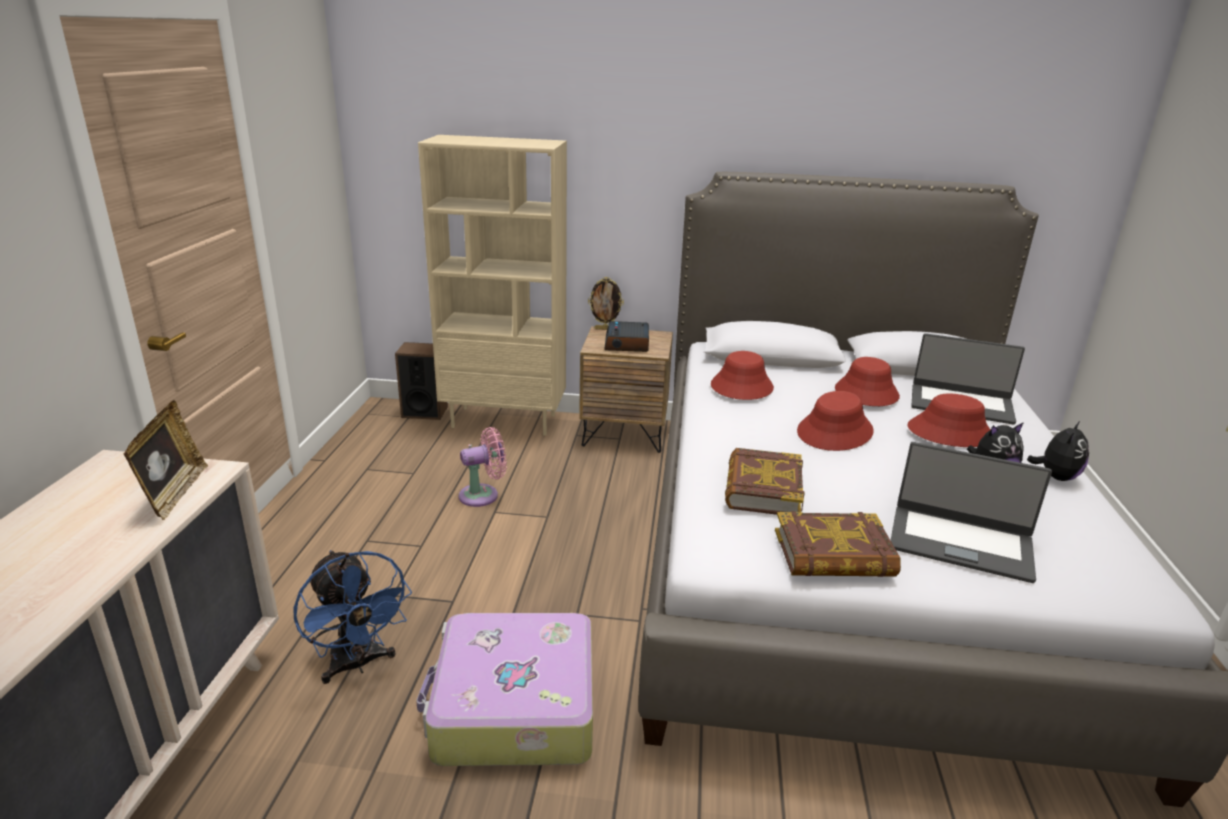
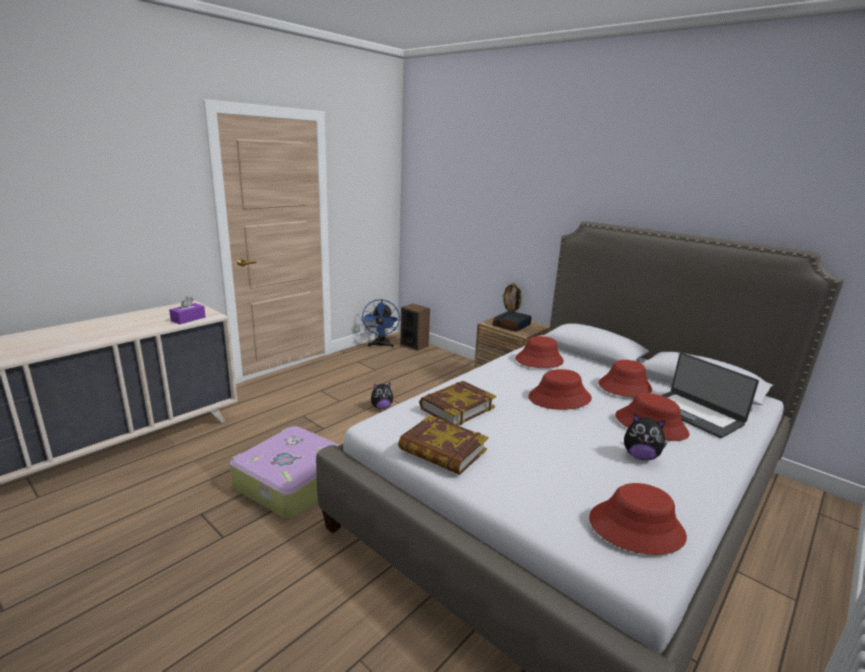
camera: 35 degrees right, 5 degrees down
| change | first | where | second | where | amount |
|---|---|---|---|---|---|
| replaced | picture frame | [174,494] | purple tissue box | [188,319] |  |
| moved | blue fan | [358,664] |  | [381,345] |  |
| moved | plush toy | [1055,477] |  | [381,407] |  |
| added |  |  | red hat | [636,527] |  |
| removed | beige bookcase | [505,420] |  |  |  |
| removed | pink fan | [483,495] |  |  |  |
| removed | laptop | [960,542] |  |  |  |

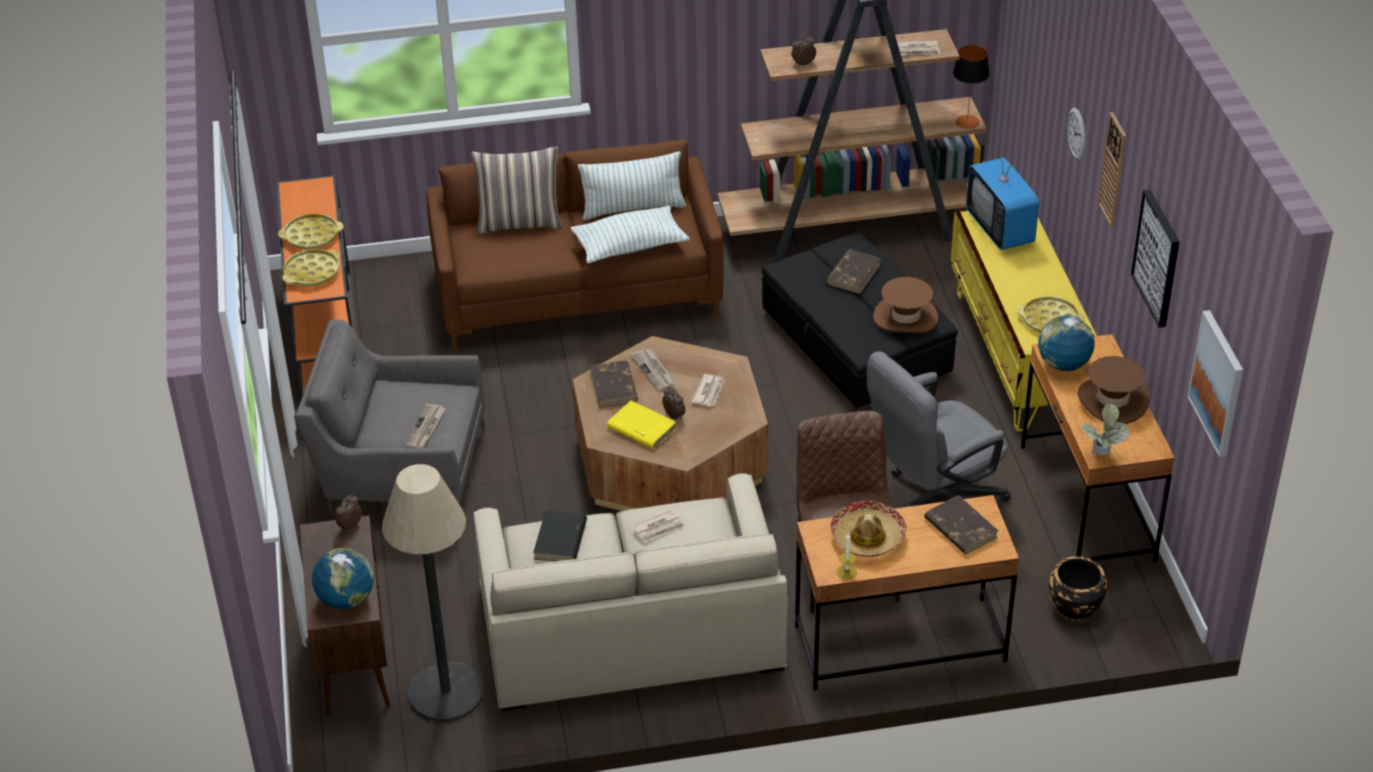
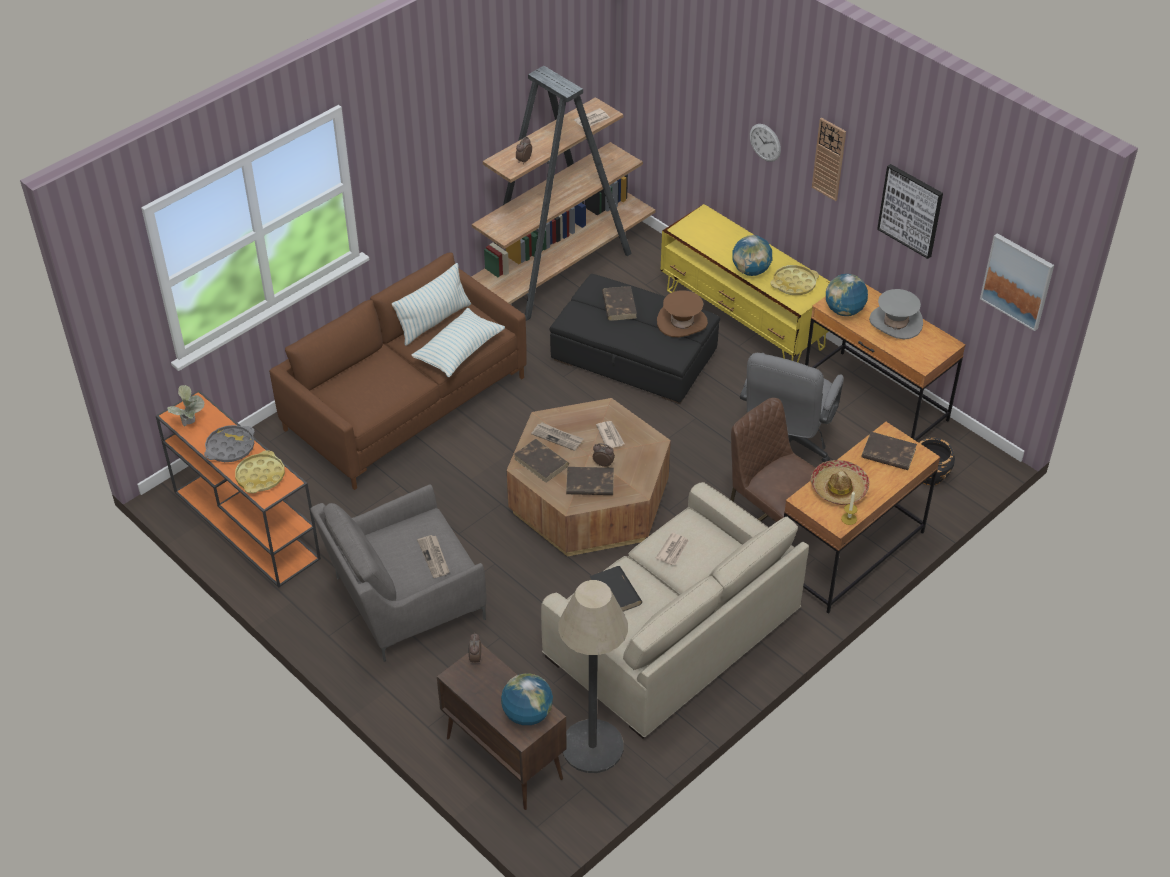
camera: 35 degrees left, 5 degrees up
| change | first | where | second | where | amount |
|---|---|---|---|---|---|
| moved | potted plant | [1102,456] |  | [191,424] |  |
| recoloured | yellow tray | [311,236] | grey tray | [230,447] |  |
| recoloured | yellow book | [641,428] | brown book | [589,484] |  |
| added |  |  | globe | [751,271] |  |
| recoloured | brown hat | [1112,401] | grey hat | [896,322] |  |
| removed | pillow | [519,222] |  |  |  |
| removed | table lamp | [967,122] |  |  |  |
| removed | television | [1000,229] |  |  |  |

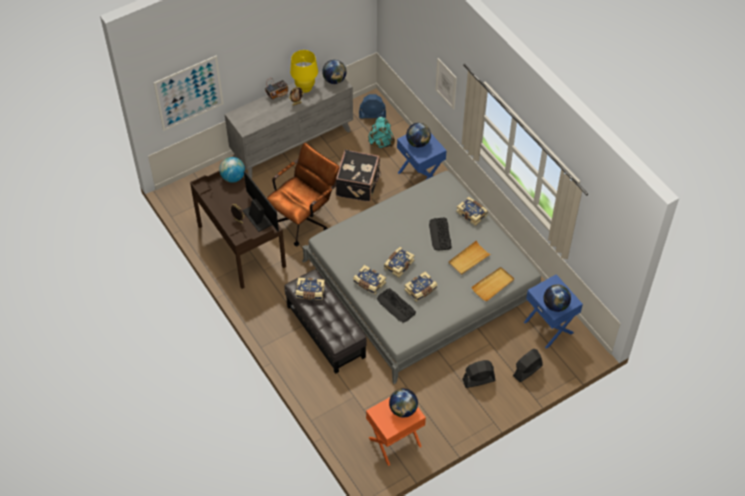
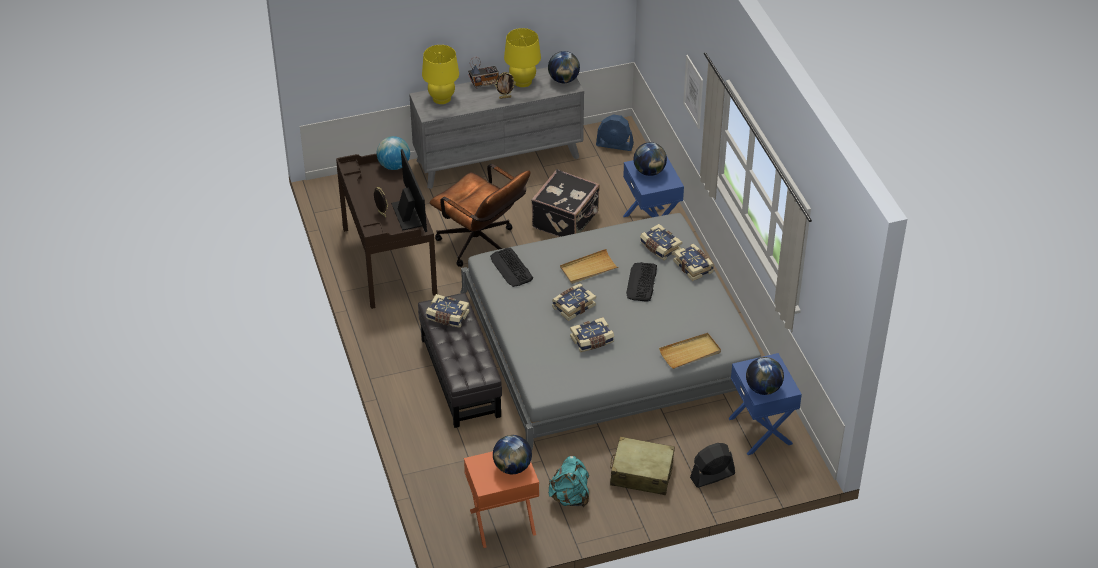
camera: 15 degrees right, 10 degrees down
| change | first | where | second | where | amount |
|---|---|---|---|---|---|
| added |  |  | yellow table lamp | [441,98] |  |
| turned | brown office chair | [304,219] |  | [481,246] | 75 degrees clockwise |
| moved | keyboard | [396,306] |  | [511,268] |  |
| moved | turquoise backpack | [381,142] |  | [570,497] |  |
| moved | beige tray | [469,259] |  | [588,268] |  |
| replaced | black fan | [478,380] | beige suitcase | [641,473] |  |
| moved | book | [369,283] |  | [659,248] |  |
| removed | picture | [189,93] |  |  |  |

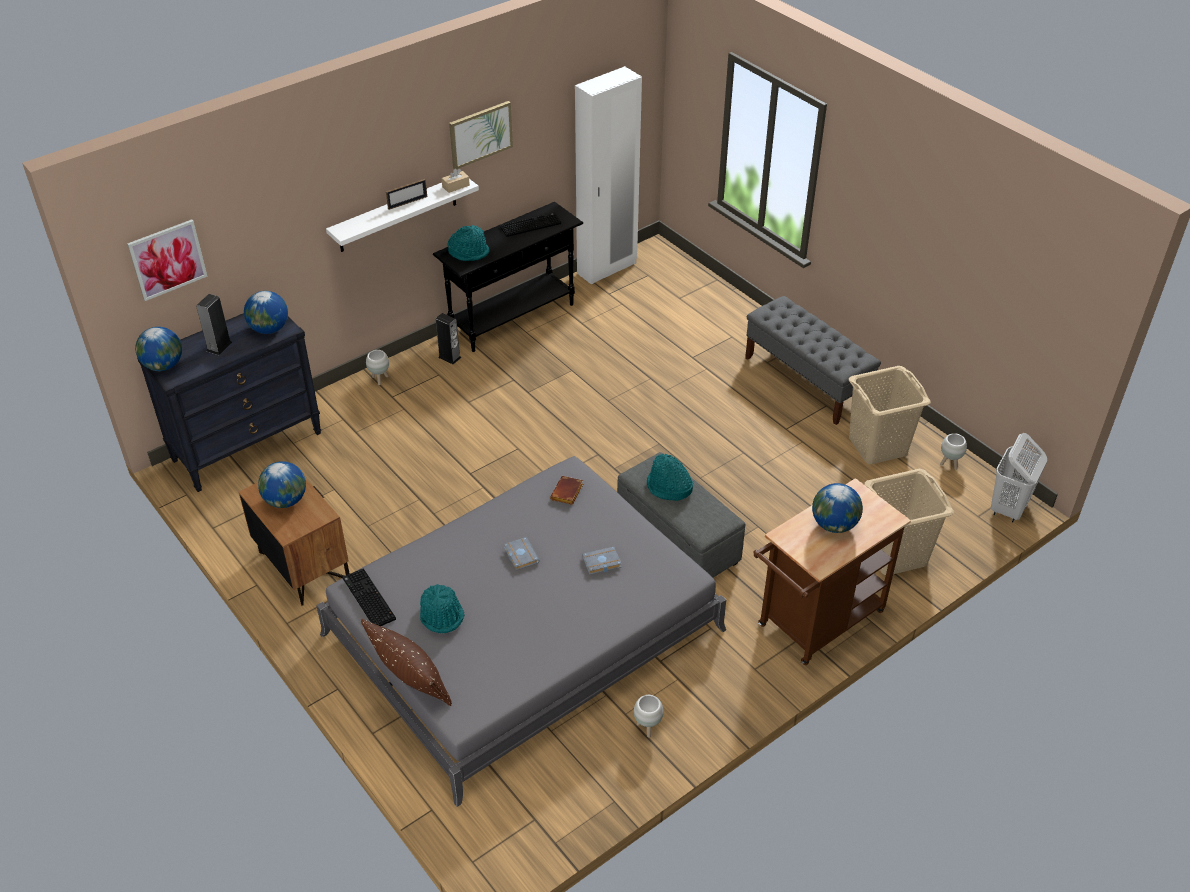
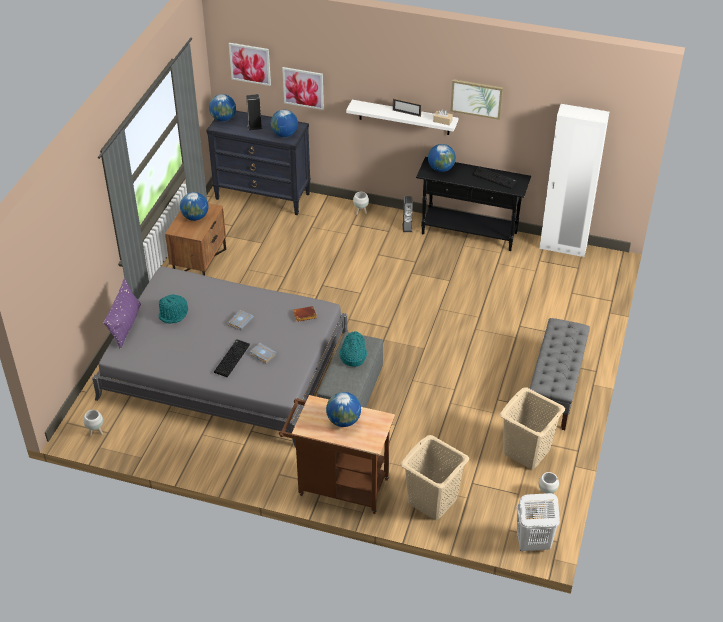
camera: 55 degrees right, 0 degrees up
| change | first | where | second | where | amount |
|---|---|---|---|---|---|
| moved | white planter | [647,728] |  | [95,432] |  |
| recoloured | brown pillow | [410,678] | purple pillow | [125,325] |  |
| moved | keyboard | [367,599] |  | [231,358] |  |
| added |  |  | picture | [303,88] |  |
| replaced | turquoise hat | [469,252] | globe | [441,169] |  |

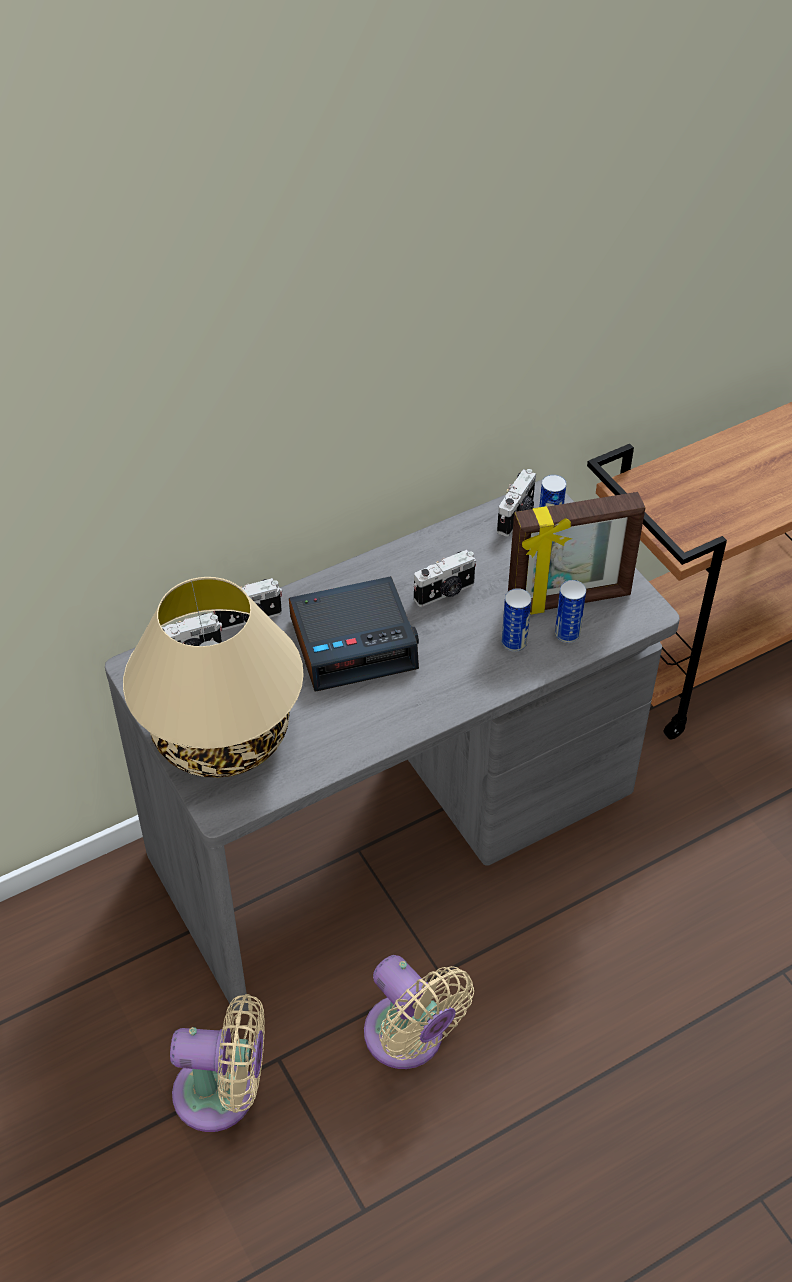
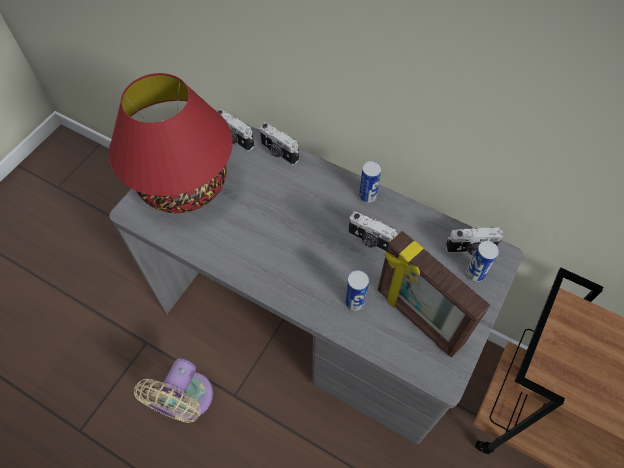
camera: 60 degrees right, 10 degrees up
| change | first | where | second | where | amount |
|---|---|---|---|---|---|
| recoloured | beige table lamp | [222,735] | red table lamp | [184,184] |  |
| moved | can | [567,634] |  | [367,196] |  |
| removed | beige fan | [223,1094] |  |  |  |
| removed | alarm clock | [354,642] |  |  |  |

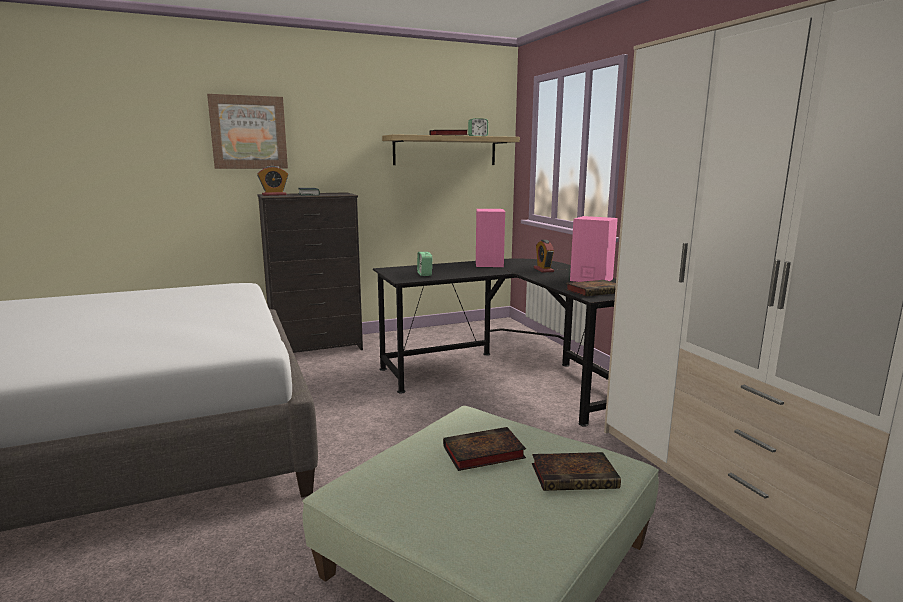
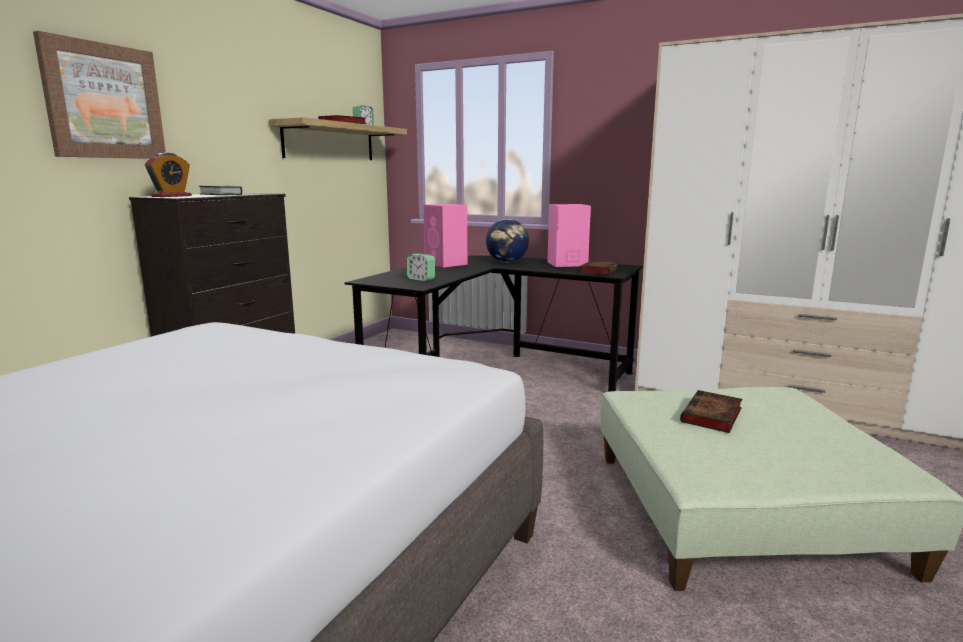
camera: 40 degrees left, 0 degrees up
| change | first | where | second | where | amount |
|---|---|---|---|---|---|
| replaced | alarm clock | [543,270] | globe | [507,262] |  |
| removed | book | [576,476] |  |  |  |

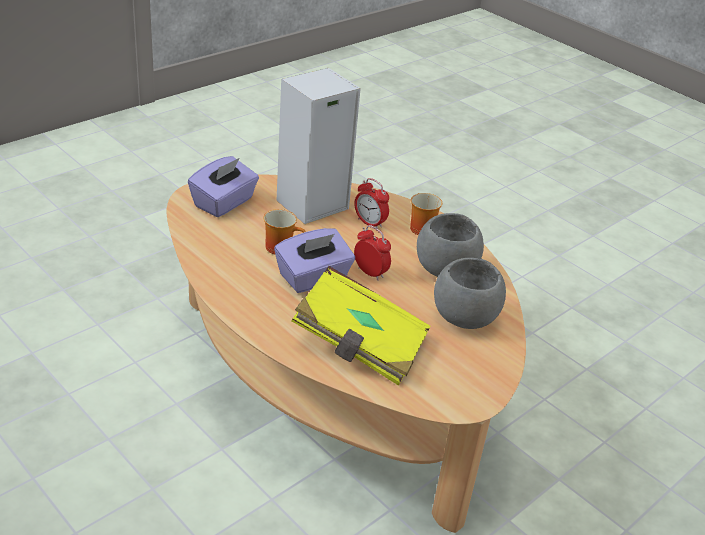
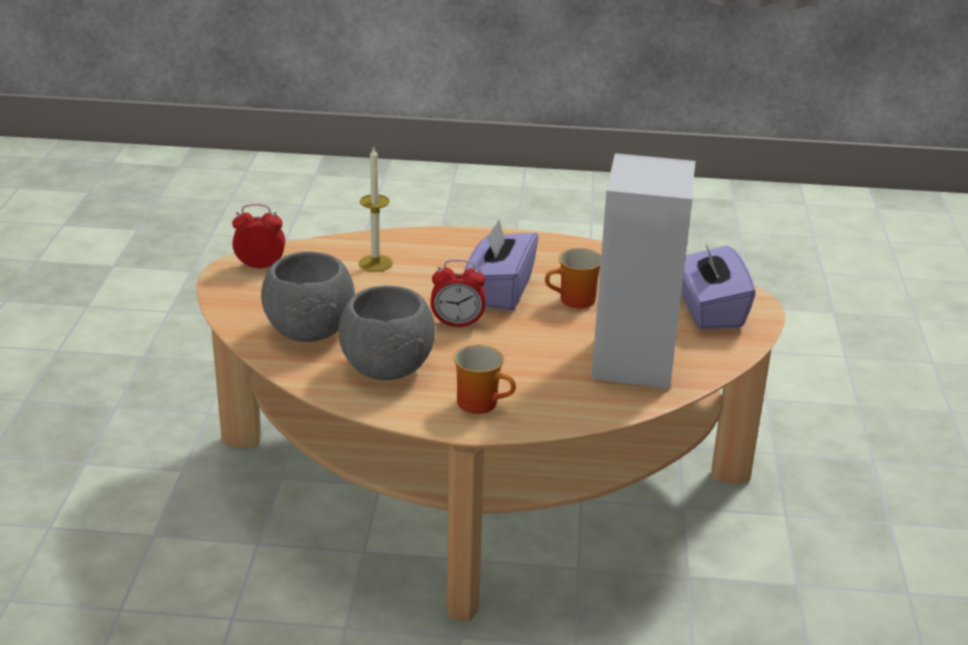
camera: 140 degrees right, 5 degrees down
| change | first | where | second | where | amount |
|---|---|---|---|---|---|
| moved | alarm clock | [370,223] |  | [260,266] |  |
| replaced | yellow book | [359,345] | candle | [375,263] |  |

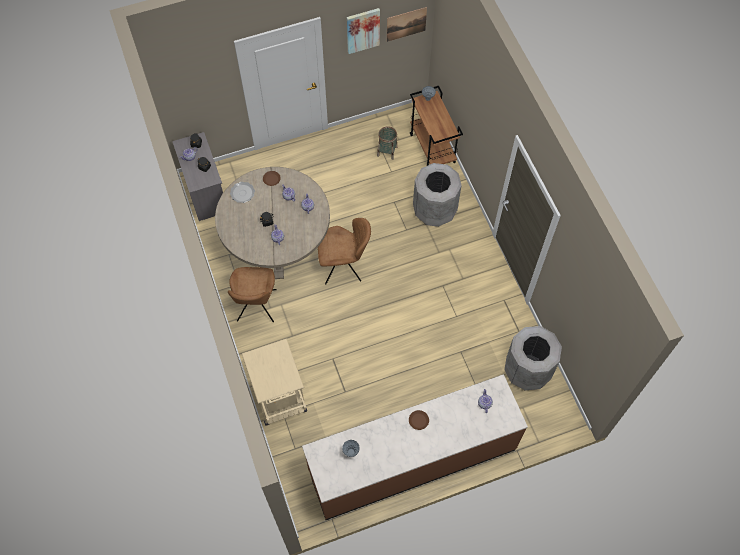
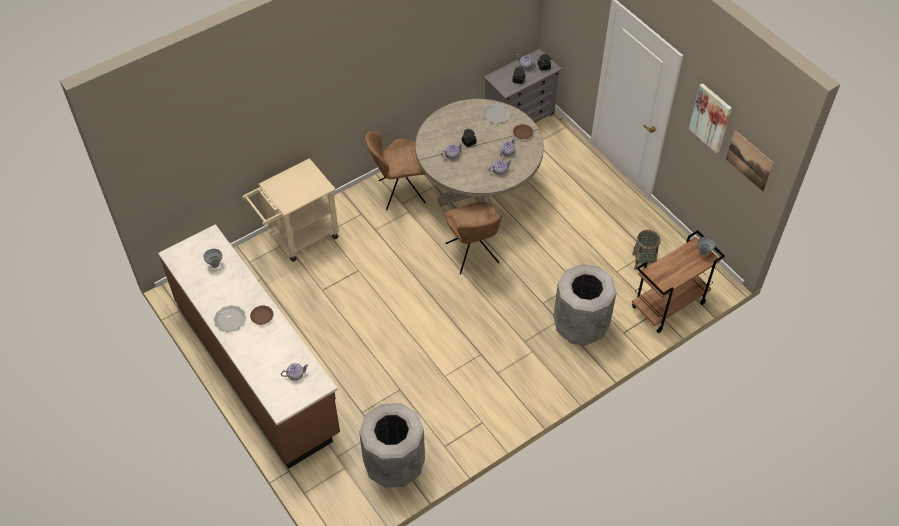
camera: 75 degrees right, 10 degrees down
| change | first | where | second | where | amount |
|---|---|---|---|---|---|
| added |  |  | plate | [230,320] |  |

